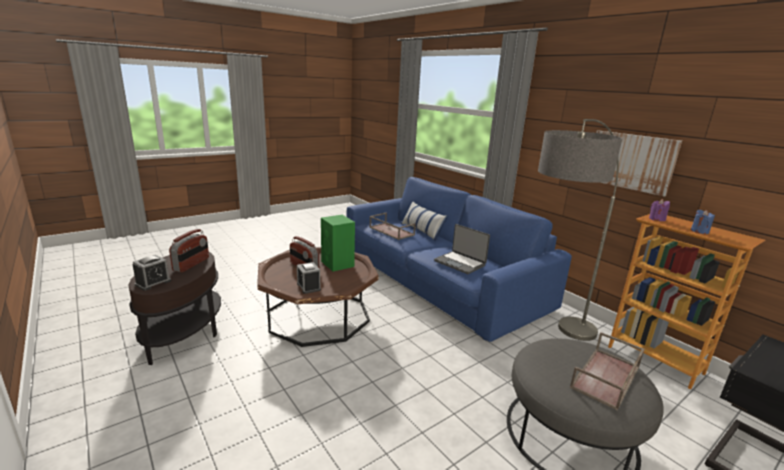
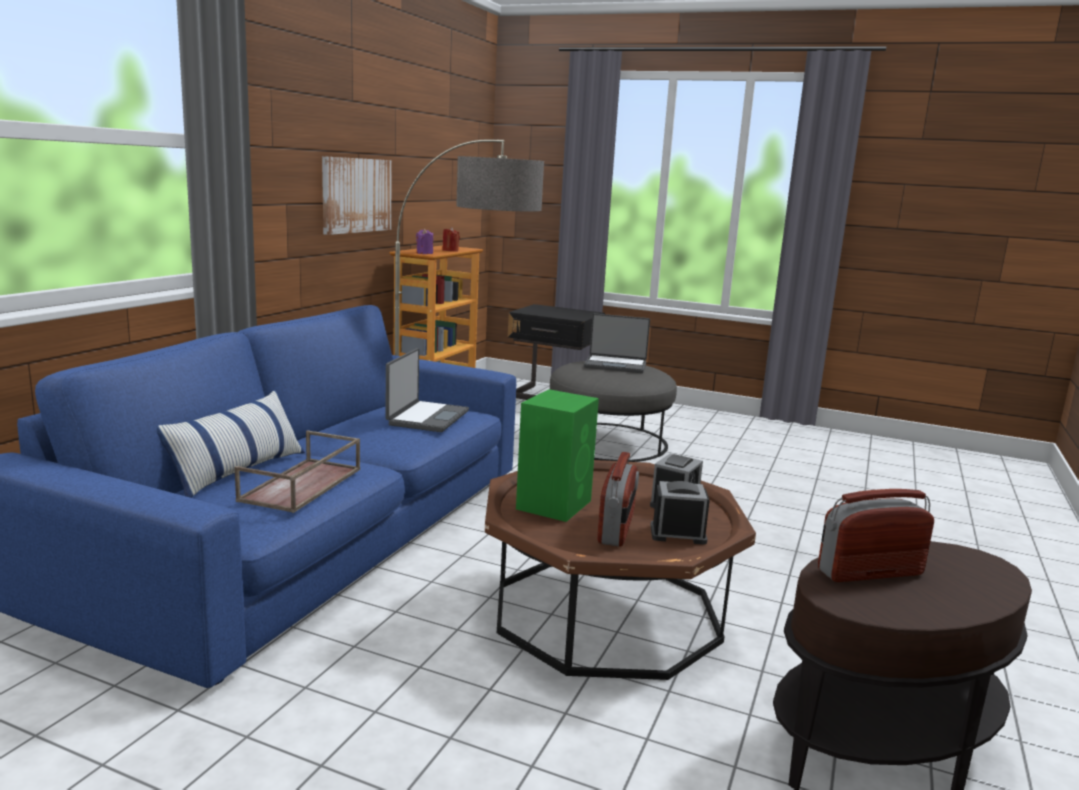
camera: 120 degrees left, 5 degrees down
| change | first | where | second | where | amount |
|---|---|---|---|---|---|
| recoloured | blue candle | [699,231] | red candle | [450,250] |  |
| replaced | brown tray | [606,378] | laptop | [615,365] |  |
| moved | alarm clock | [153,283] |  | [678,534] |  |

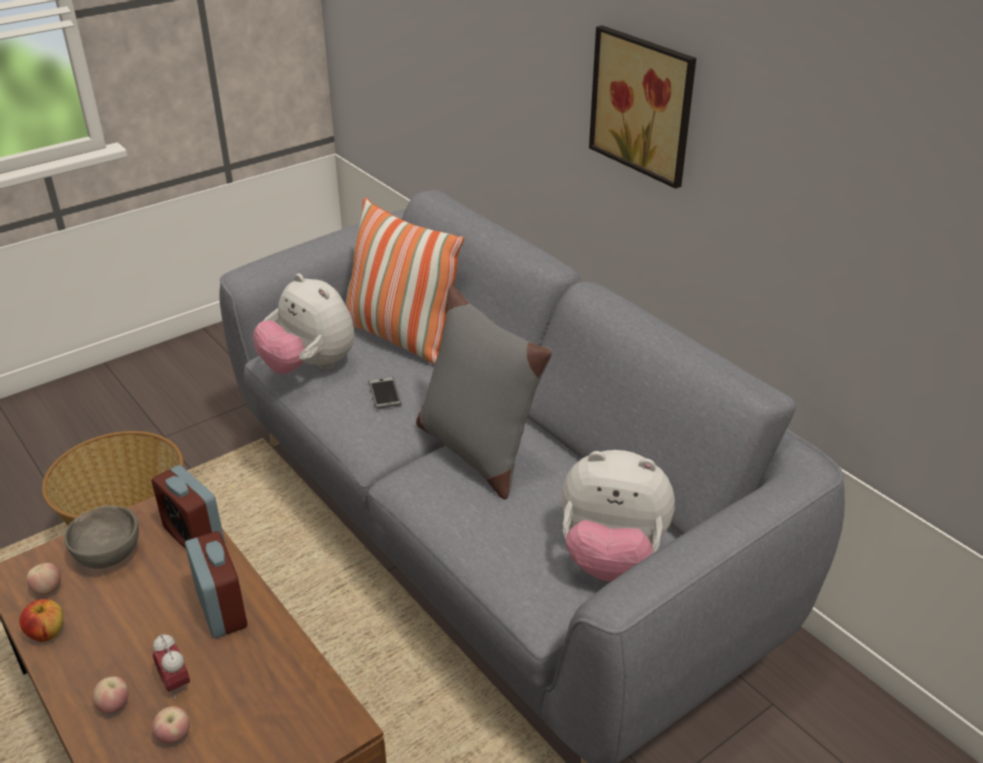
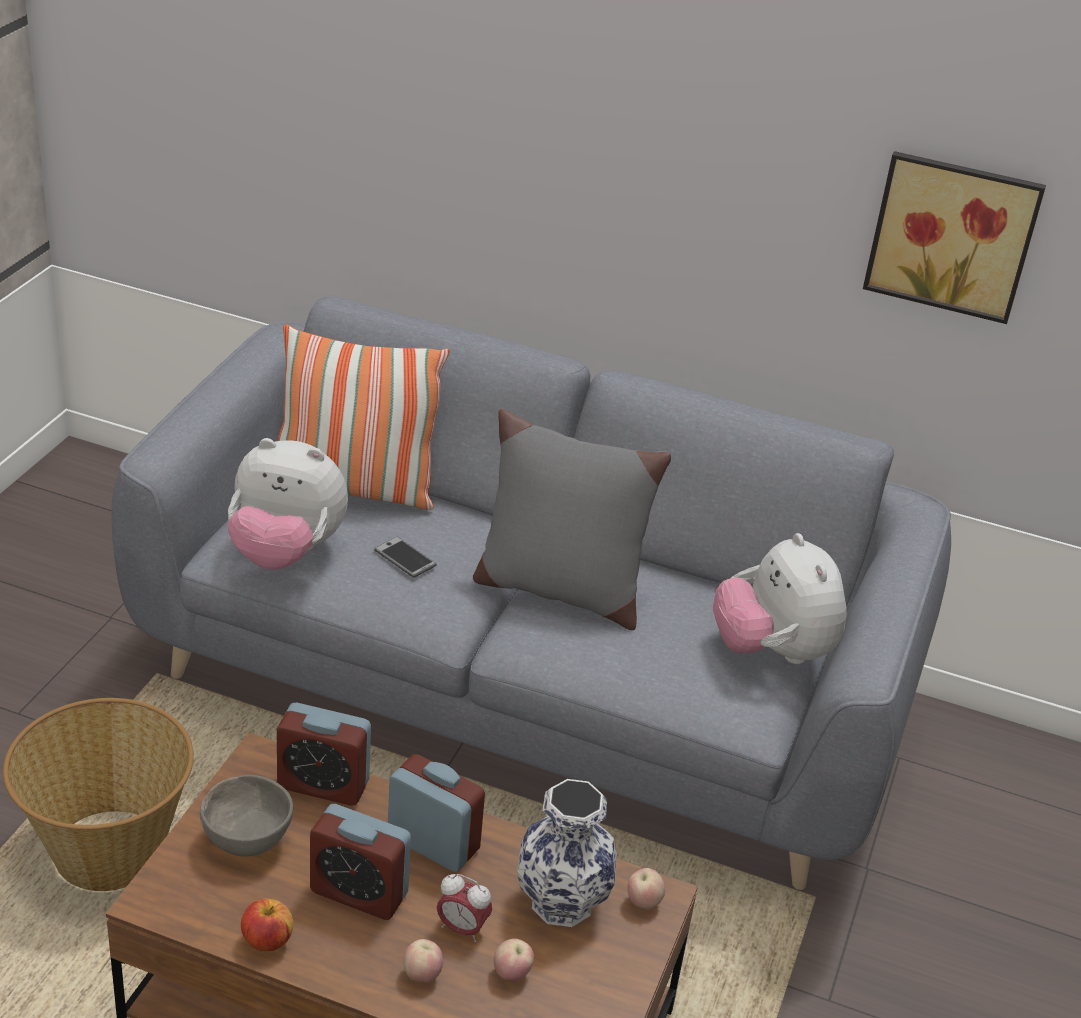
camera: 35 degrees left, 0 degrees up
| change | first | where | second | where | amount |
|---|---|---|---|---|---|
| added |  |  | alarm clock | [359,892] |  |
| added |  |  | vase | [562,904] |  |
| moved | apple | [48,590] |  | [643,902] |  |
| turned | plush toy | [610,556] |  | [772,651] | 90 degrees clockwise |
| moved | picture | [645,104] |  | [953,234] |  |

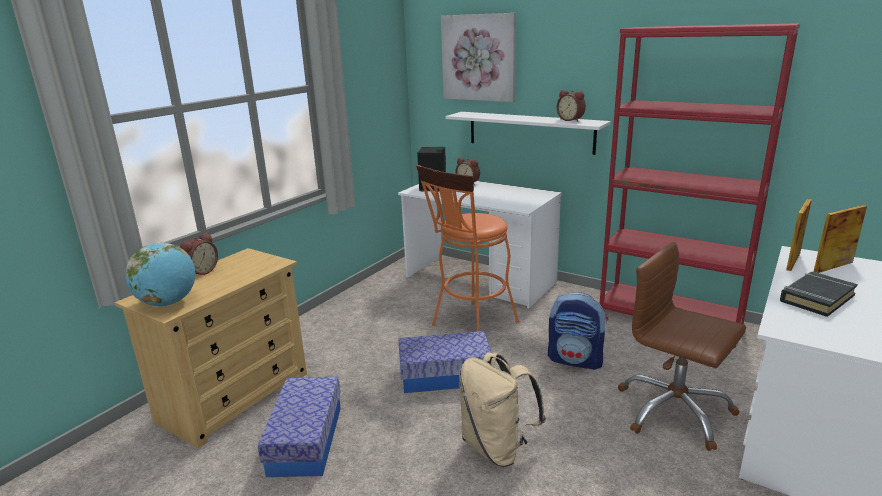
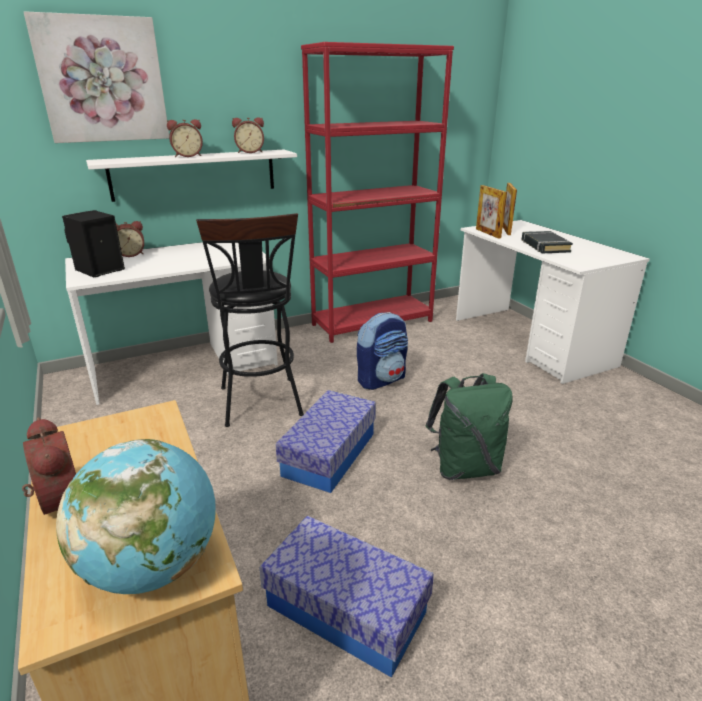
camera: 60 degrees left, 5 degrees up
| change | first | where | second | where | amount |
|---|---|---|---|---|---|
| added |  |  | alarm clock | [187,156] |  |
| recoloured | orange stool | [470,326] | black stool | [262,405] |  |
| recoloured | beige backpack | [497,447] | green backpack | [465,467] |  |
| removed | brown office chair | [674,411] |  |  |  |

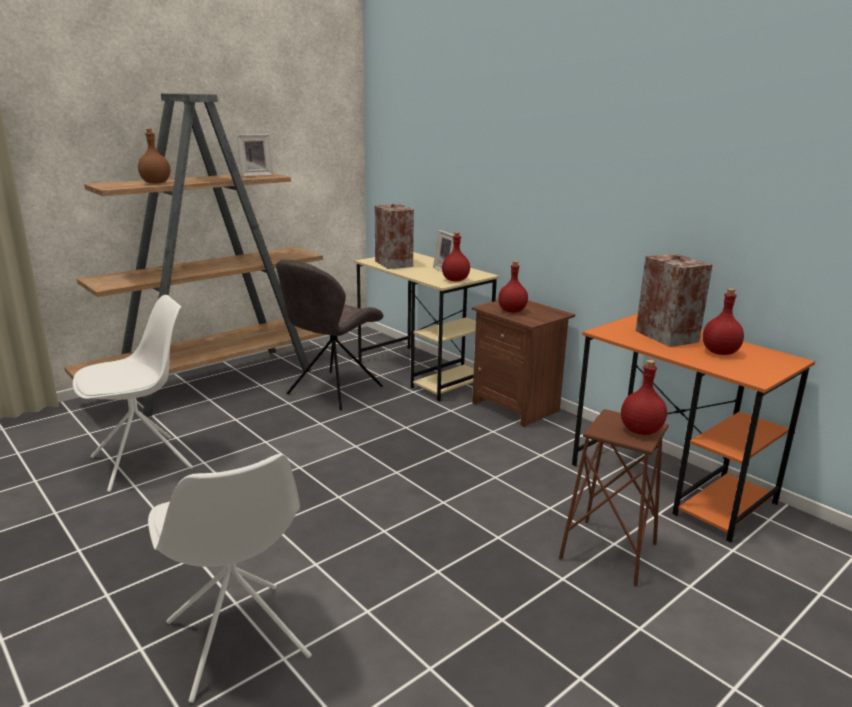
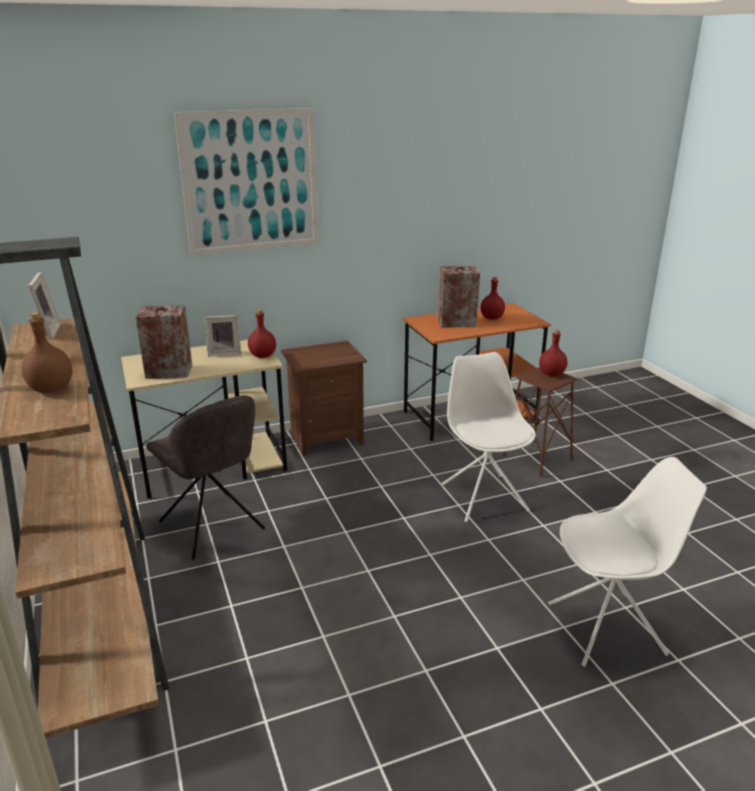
camera: 70 degrees left, 5 degrees up
| change | first | where | second | where | amount |
|---|---|---|---|---|---|
| added |  |  | picture | [251,182] |  |
| moved | white chair | [144,462] |  | [483,497] |  |
| removed | red bottle | [512,311] |  |  |  |

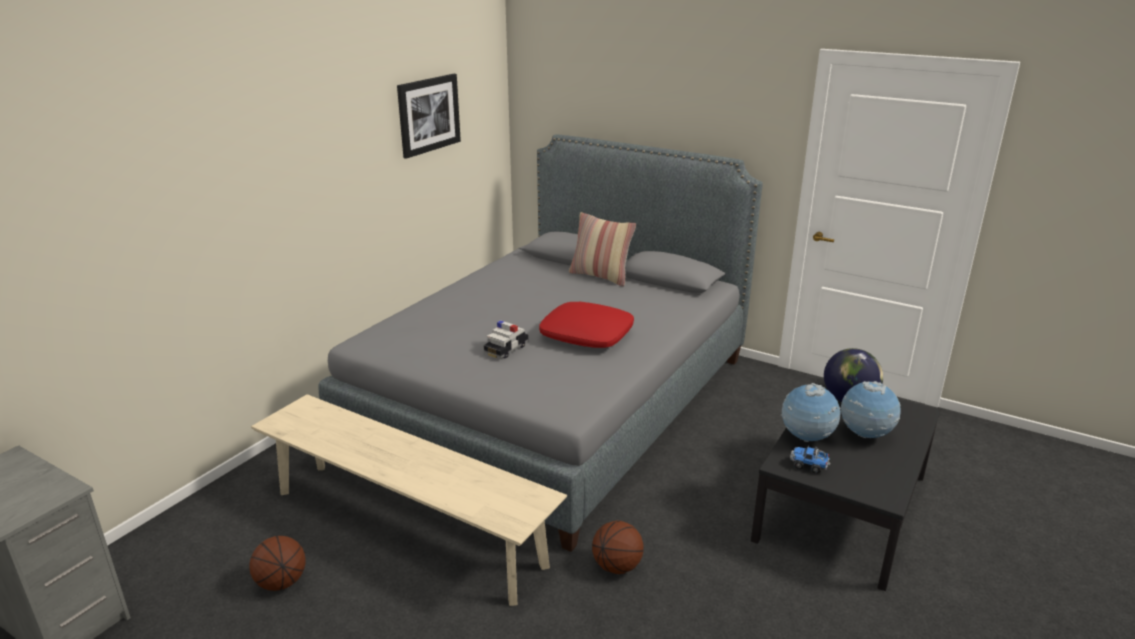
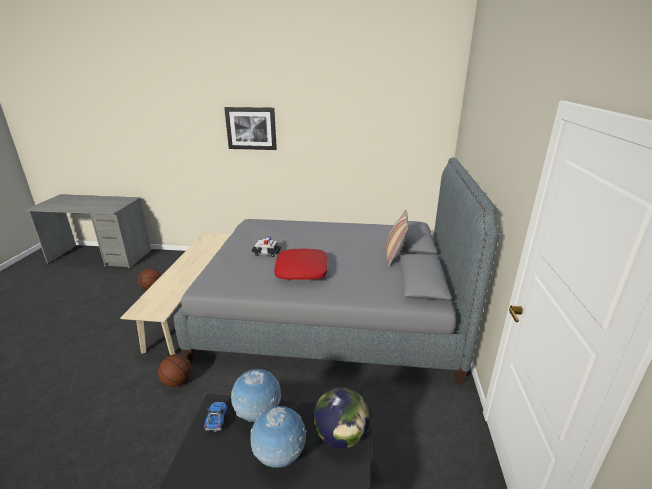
camera: 65 degrees right, 0 degrees up
| change | first | where | second | where | amount |
|---|---|---|---|---|---|
| moved | picture | [428,114] |  | [251,128] |  |

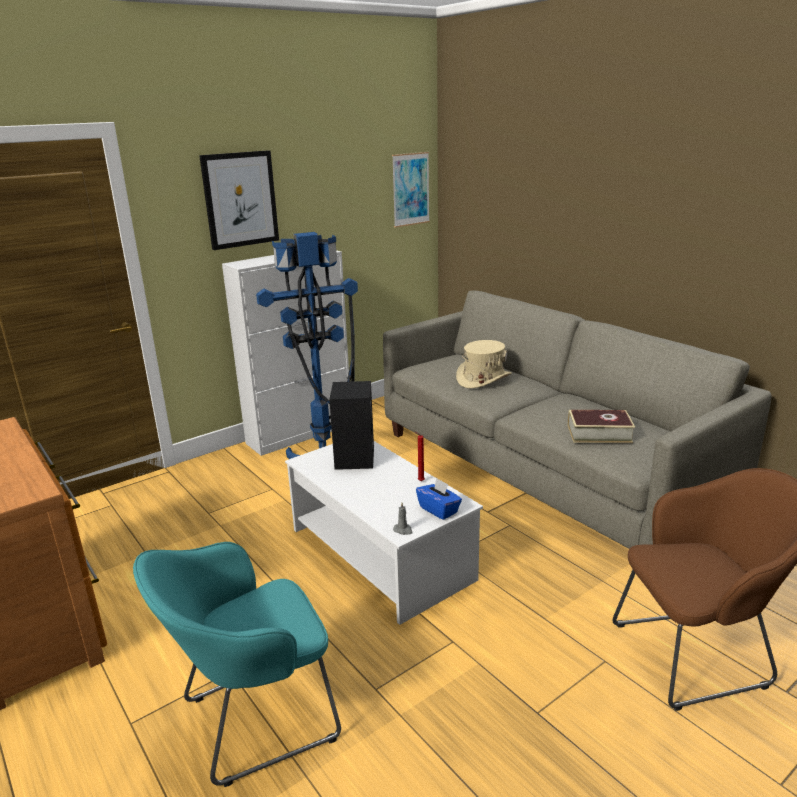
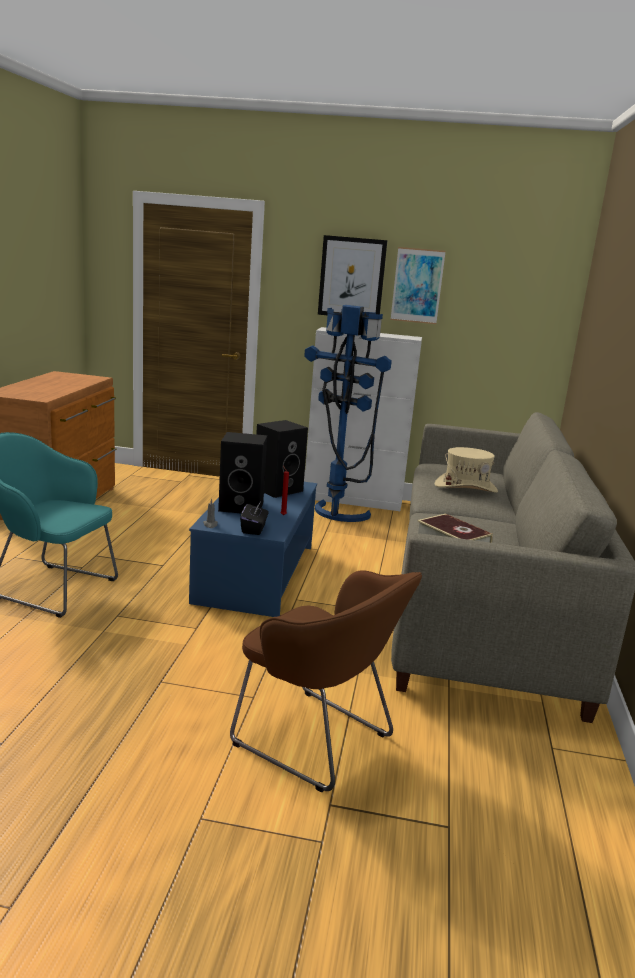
camera: 45 degrees right, 5 degrees down
| change | first | where | second | where | amount |
|---|---|---|---|---|---|
| recoloured | white coffee table | [381,554] | blue coffee table | [255,573] |  |
| added |  |  | black speaker | [242,506] |  |
| recoloured | blue tissue box | [439,510] | black tissue box | [254,529] |  |
| moved | picture | [410,189] |  | [417,286] |  |

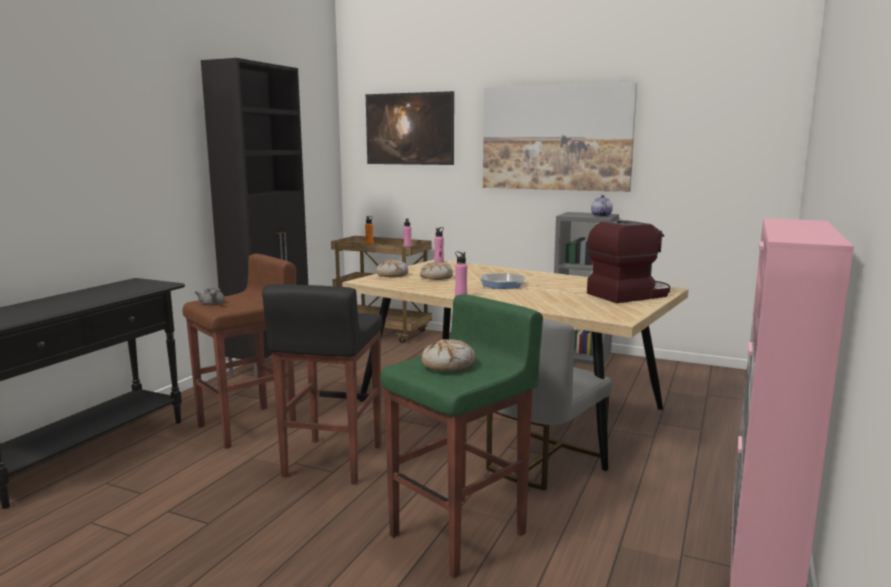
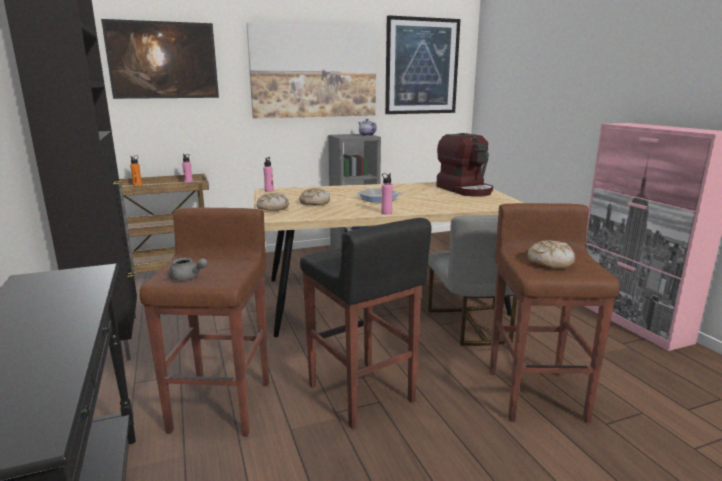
camera: 45 degrees left, 5 degrees up
| change | first | where | second | where | amount |
|---|---|---|---|---|---|
| added |  |  | picture | [422,66] |  |
| turned | coffee machine | [628,294] |  | [465,190] | 135 degrees clockwise |
| recoloured | green stool | [460,534] | brown stool | [536,394] |  |

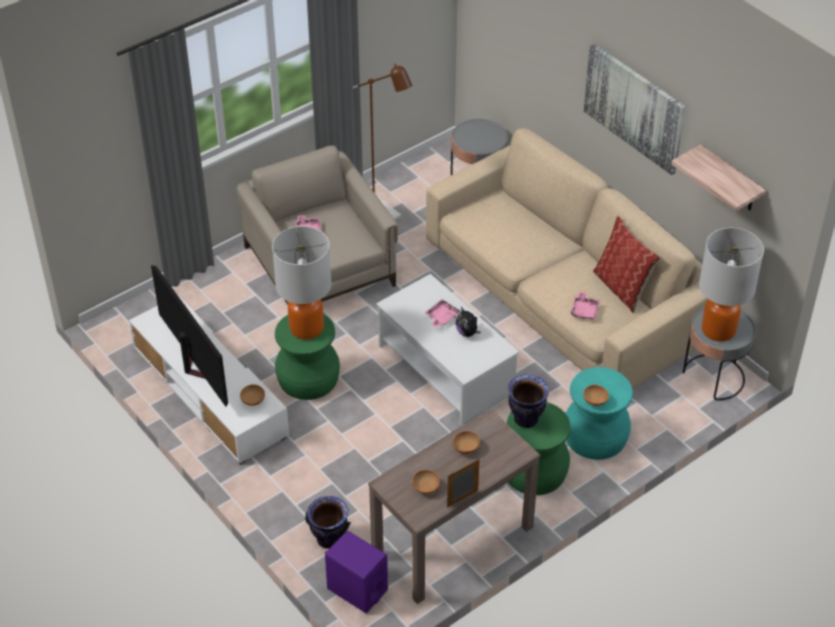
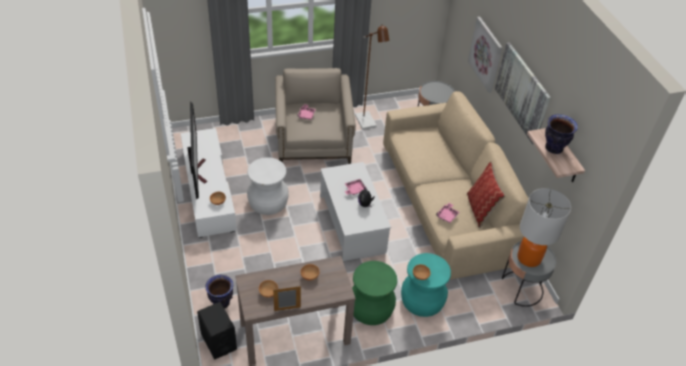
camera: 20 degrees right, 0 degrees up
| change | first | where | second | where | amount |
|---|---|---|---|---|---|
| recoloured | purple speaker | [357,589] | black speaker | [218,341] |  |
| recoloured | green stool | [307,379] | white stool | [267,202] |  |
| added |  |  | picture | [486,54] |  |
| moved | vase | [526,419] |  | [554,148] |  |
| removed | table lamp | [306,328] |  |  |  |

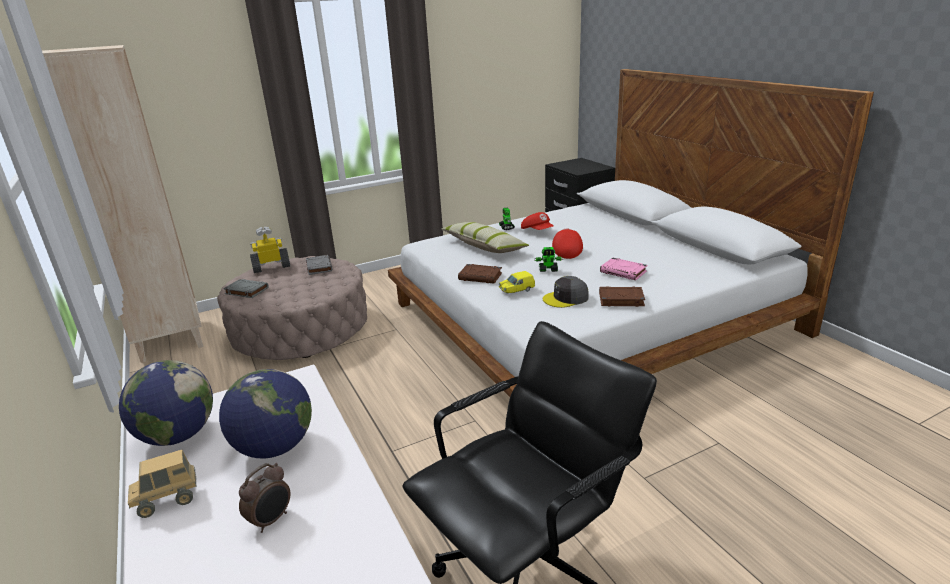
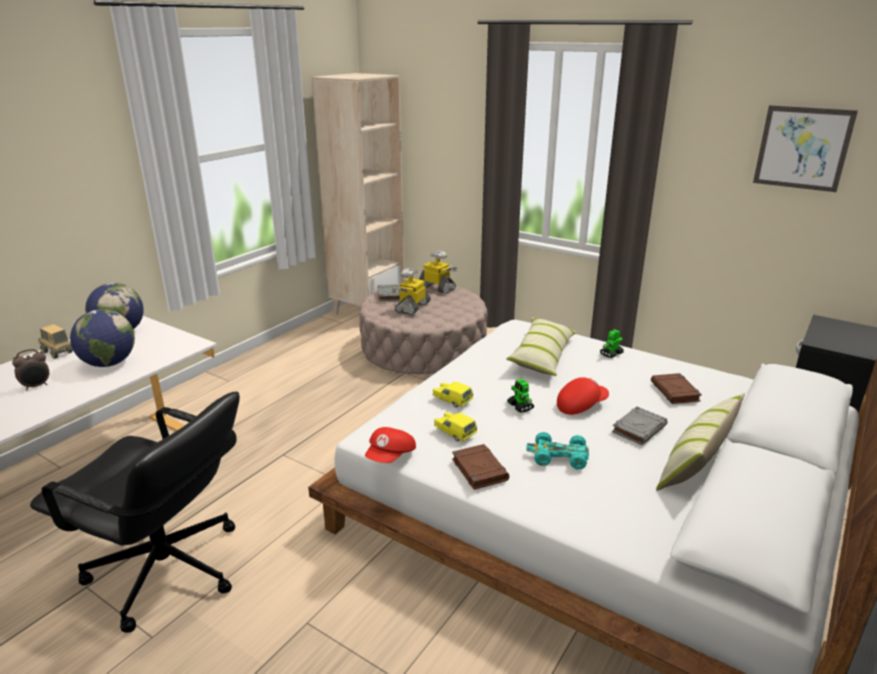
camera: 60 degrees right, 0 degrees up
| change | first | where | second | where | amount |
|---|---|---|---|---|---|
| turned | alarm clock | [271,520] |  | [36,386] | 45 degrees counterclockwise |
| moved | red cap | [537,231] |  | [391,456] |  |
| added |  |  | toy robot | [412,307] |  |
| replaced | grey cap | [566,298] | yellow toy car | [455,433] |  |
| replaced | pink book | [624,272] | turquoise toy car | [558,457] |  |
| moved | grey book | [319,267] |  | [639,429] |  |
| moved | brown book | [481,277] |  | [675,392] |  |
| added |  |  | pillow | [695,463] |  |
| added |  |  | picture | [802,148] |  |

